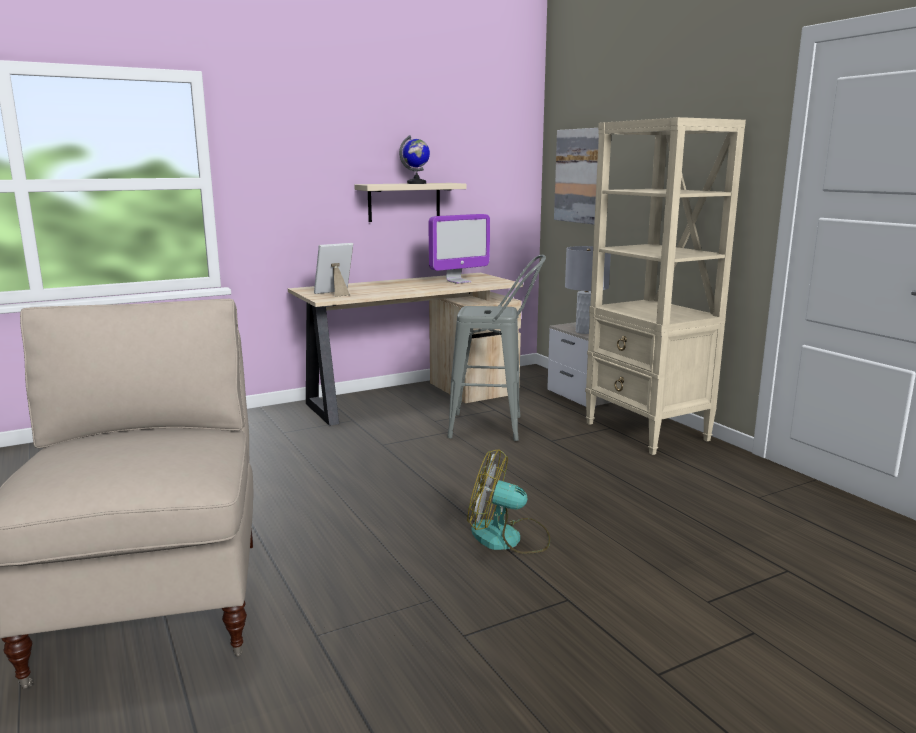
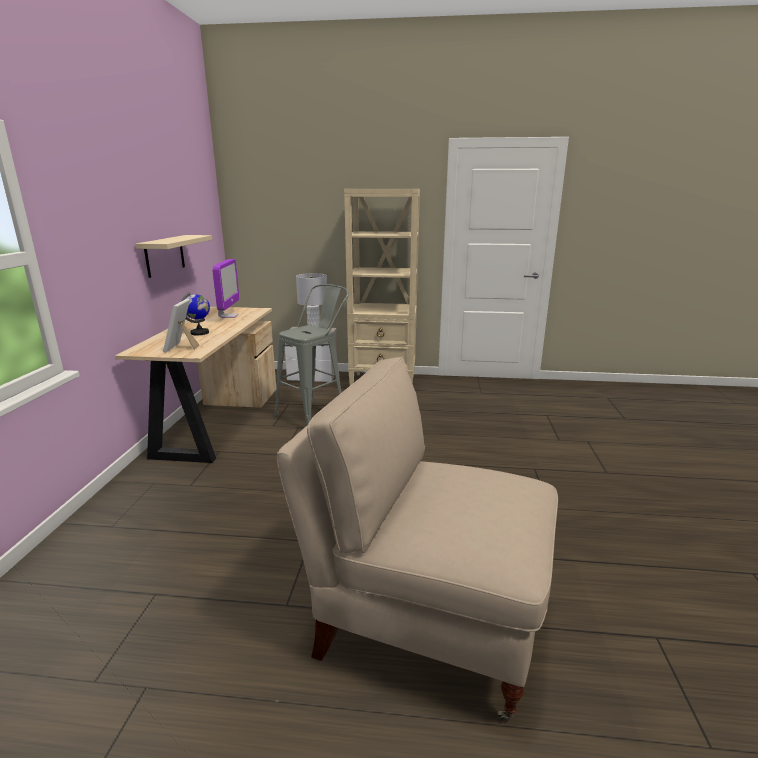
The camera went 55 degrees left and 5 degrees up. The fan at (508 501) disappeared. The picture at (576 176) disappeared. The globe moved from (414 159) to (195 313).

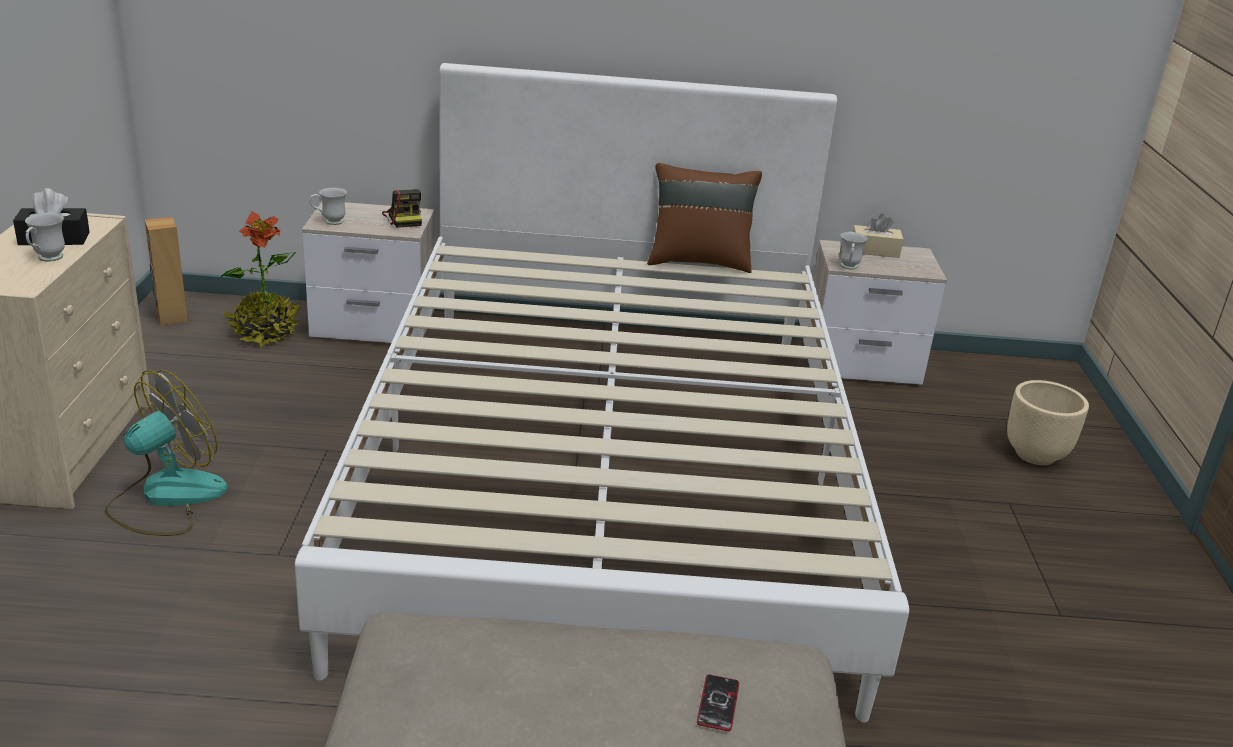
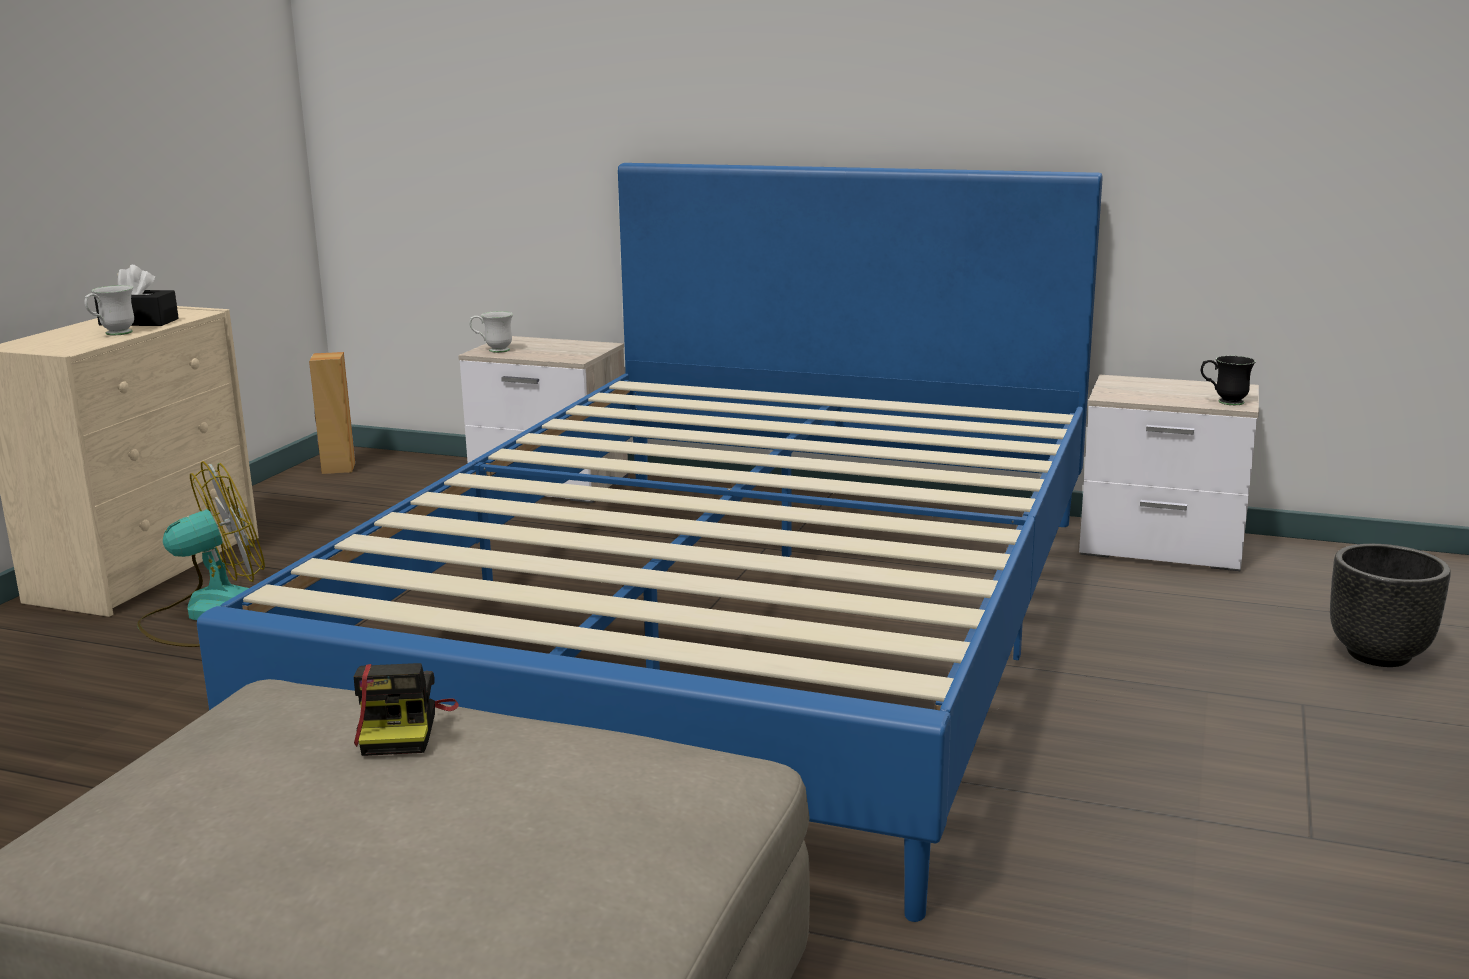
The camera went 20 degrees right and 10 degrees down. The potted plant at (260 279) disappeared. The brown pillow at (704 218) disappeared. The phone at (718 703) disappeared. The white mug at (853 250) disappeared. The beige tissue box at (878 236) disappeared. The black mug at (1228 380) appeared. The photo camera moved from (402 208) to (406 709). The white bed at (602 392) became the blue bed at (650 542). The beige planter at (1048 422) became the black planter at (1390 605).

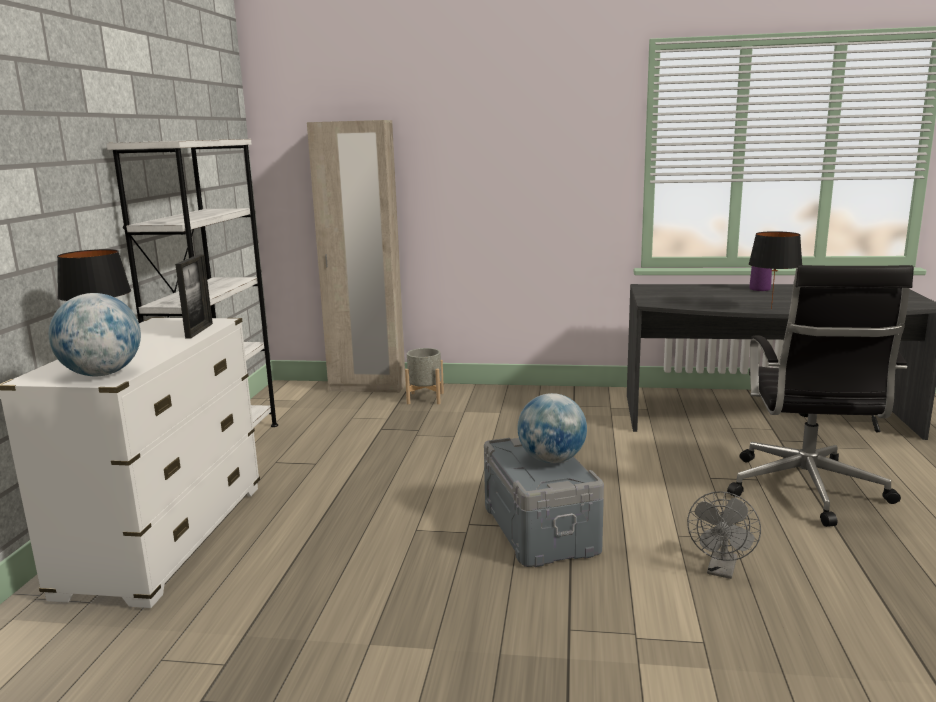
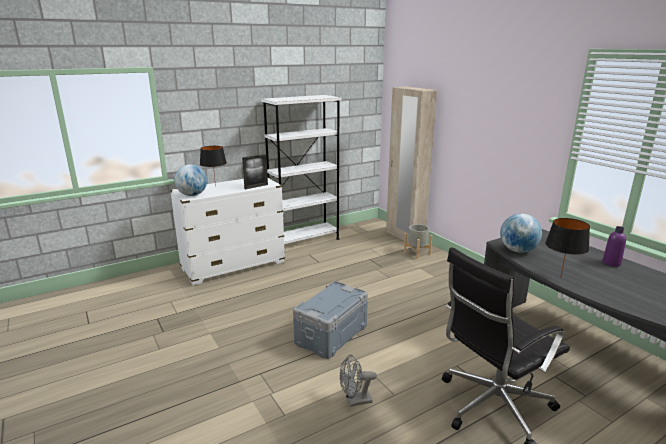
The camera went 50 degrees right and 5 degrees up. The globe moved from (552 428) to (521 233).

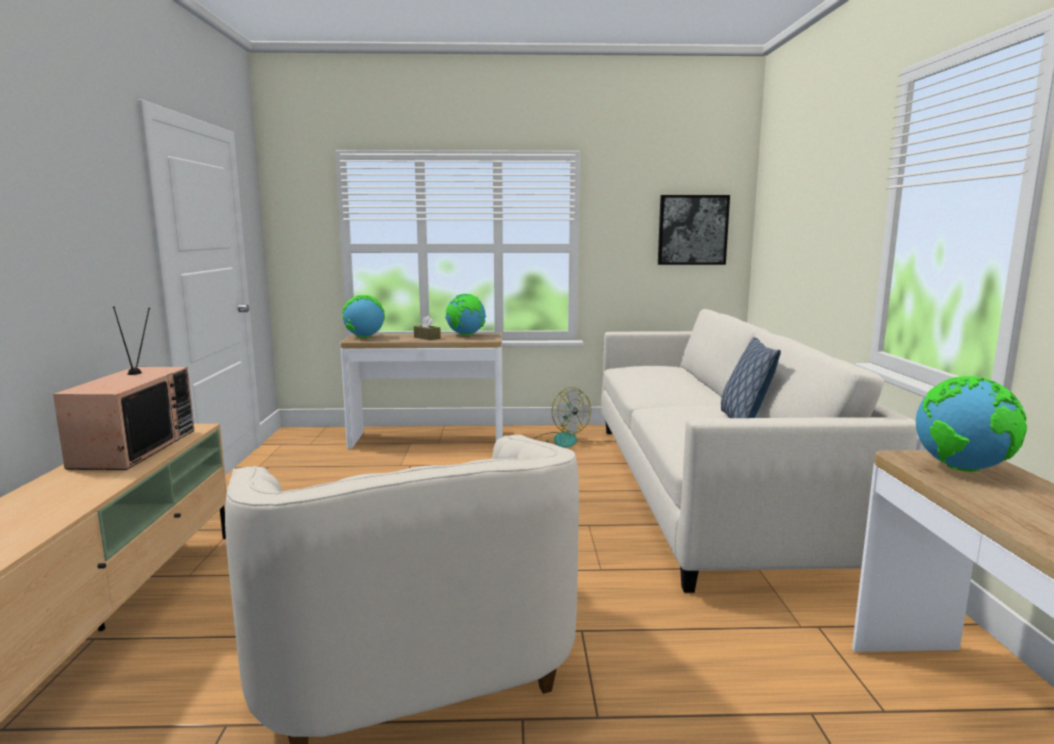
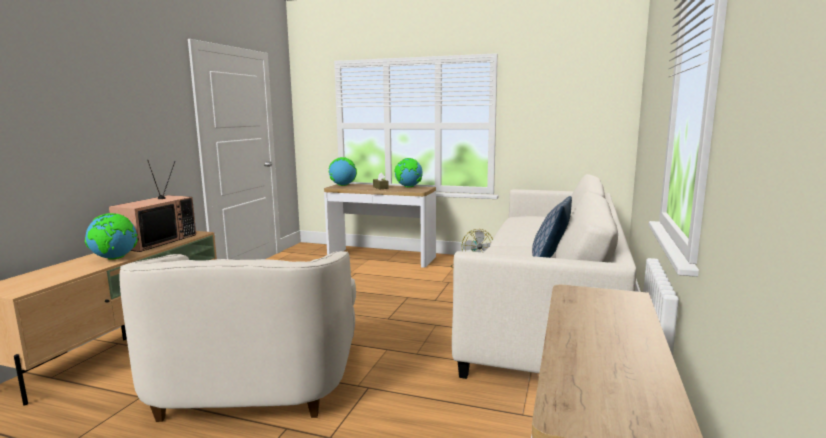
The camera went 20 degrees right and 0 degrees up. The picture at (694 230) disappeared. The globe moved from (971 424) to (111 236).

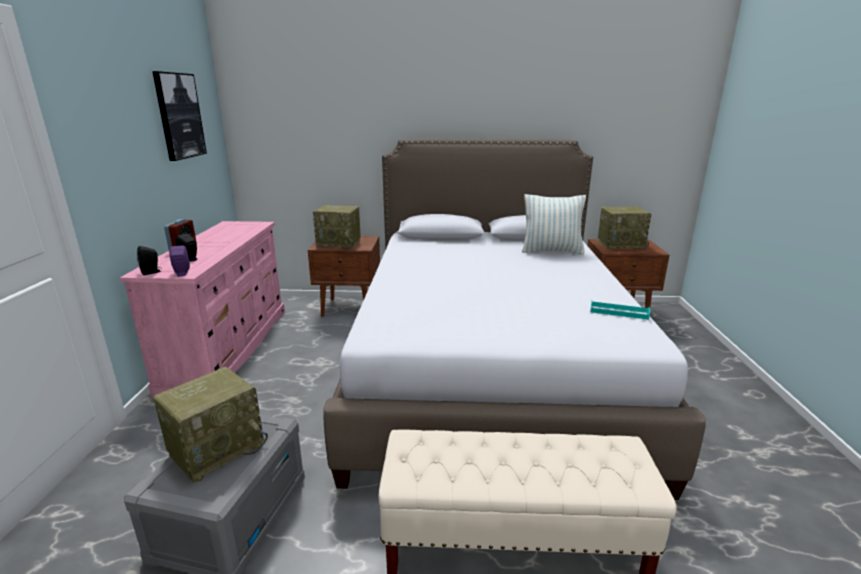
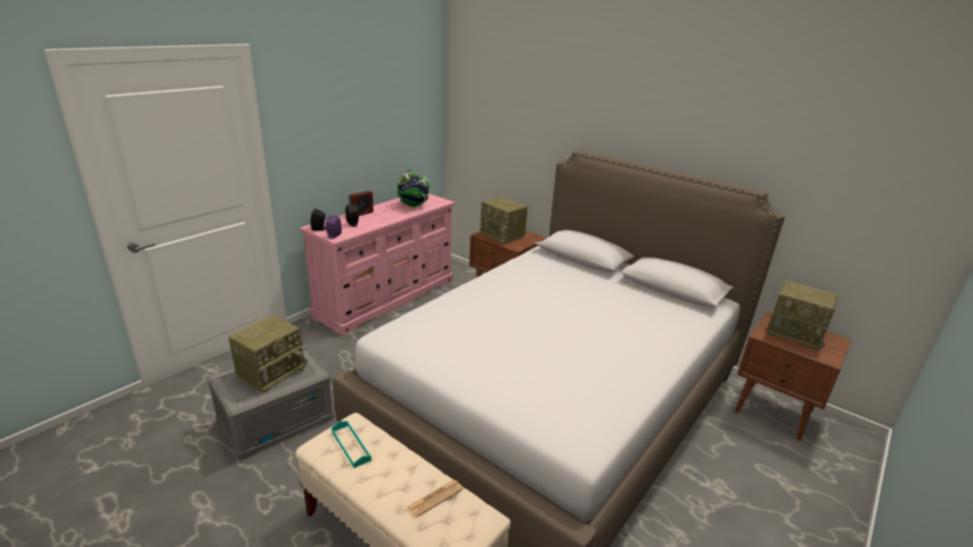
The camera went 35 degrees right and 5 degrees up. The picture at (179 116) disappeared. The pillow at (554 224) disappeared. The globe at (414 188) appeared. The newspaper at (435 498) appeared. The turquoise tray moved from (620 310) to (351 444). The radio at (210 425) turned 45 degrees counterclockwise.

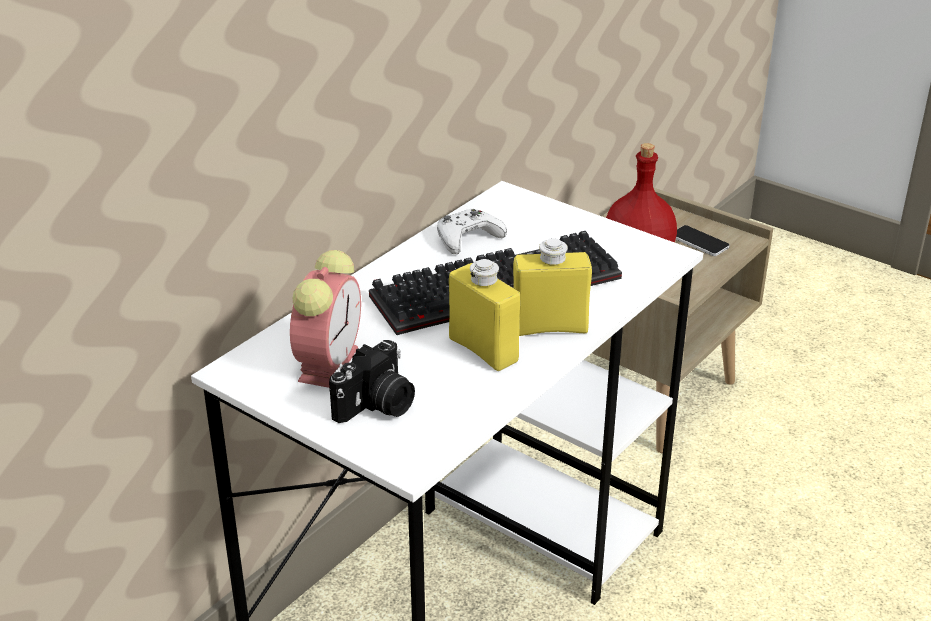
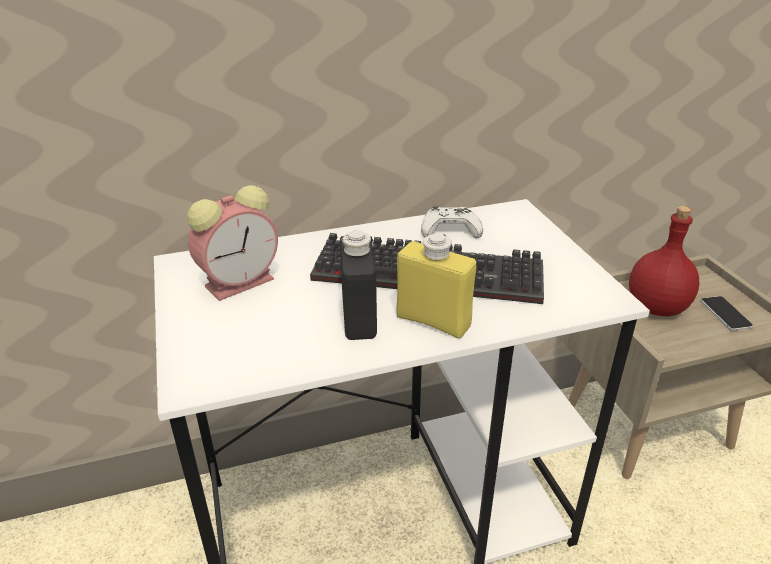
The camera went 35 degrees right and 0 degrees up. The photo camera at (372 381) disappeared. The yellow bottle at (484 315) became the black bottle at (358 285).

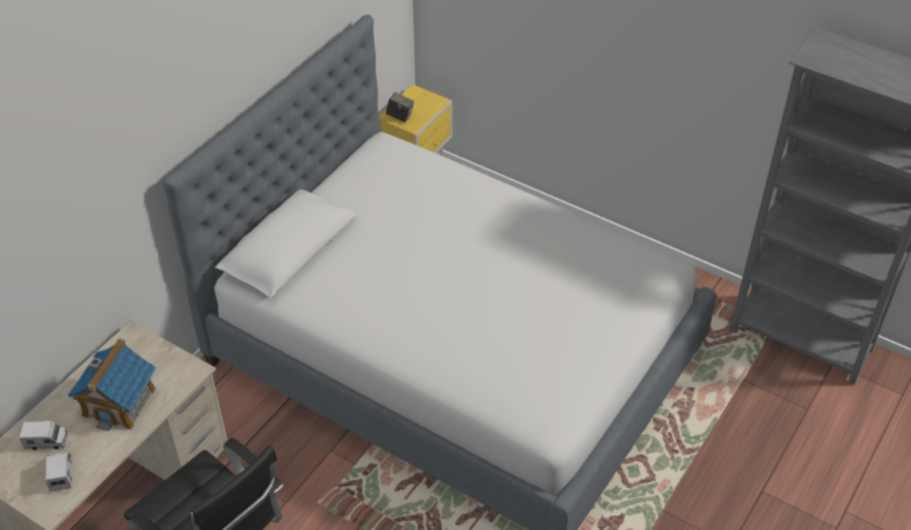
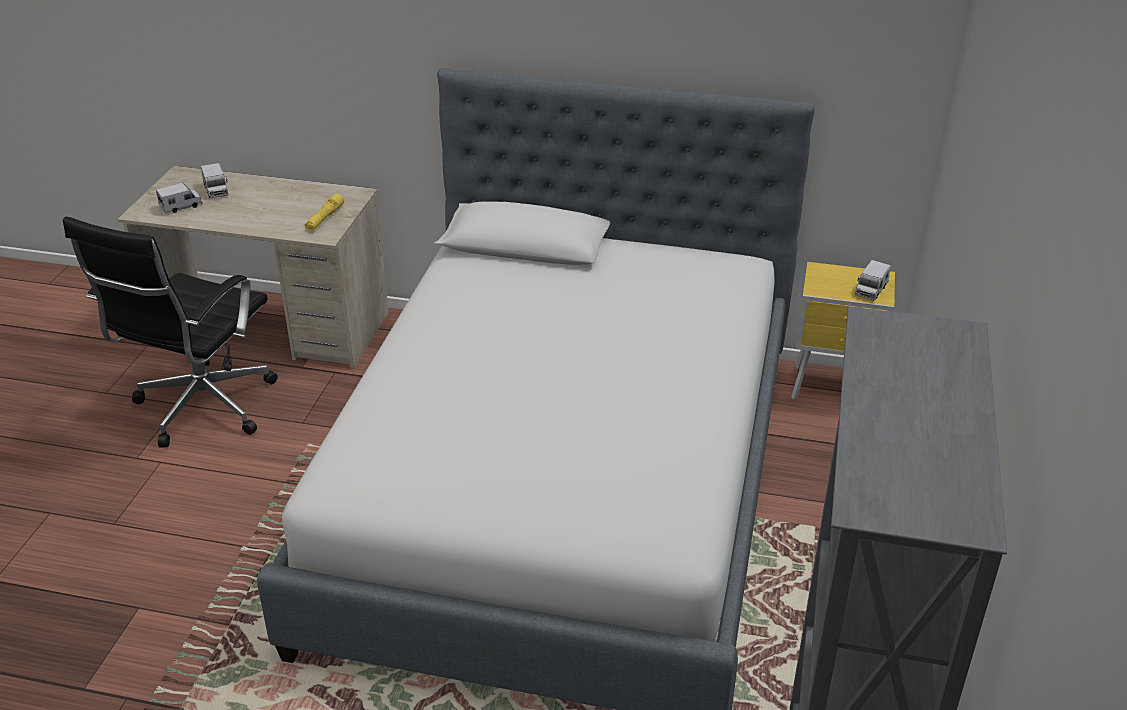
The camera went 70 degrees right and 10 degrees down. The toy house at (112 384) disappeared. The photo camera at (400 107) disappeared. The yellow flashlight at (324 212) appeared. The toy truck at (873 280) appeared.

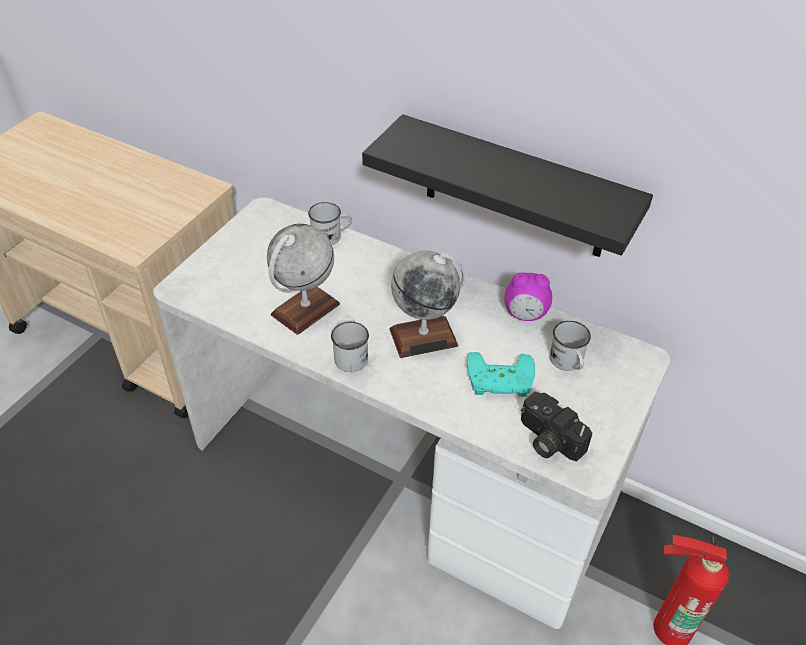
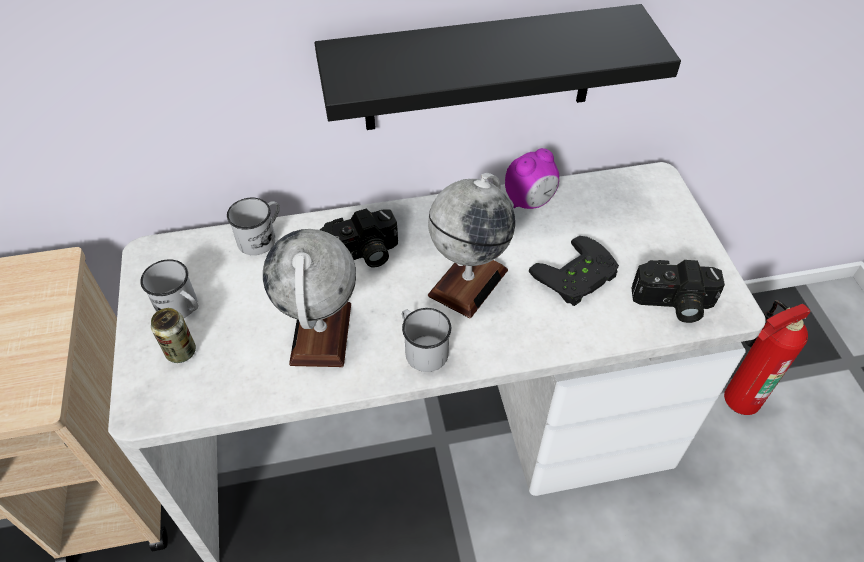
The camera went 40 degrees left and 5 degrees up. The can at (173 335) appeared. The photo camera at (359 238) appeared. The white mug moved from (570 346) to (169 288). The turquoise game controller at (501 374) became the black game controller at (574 271).

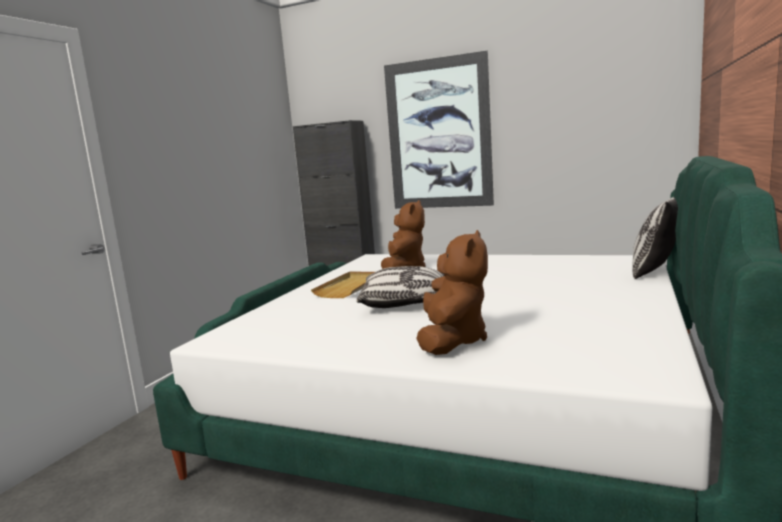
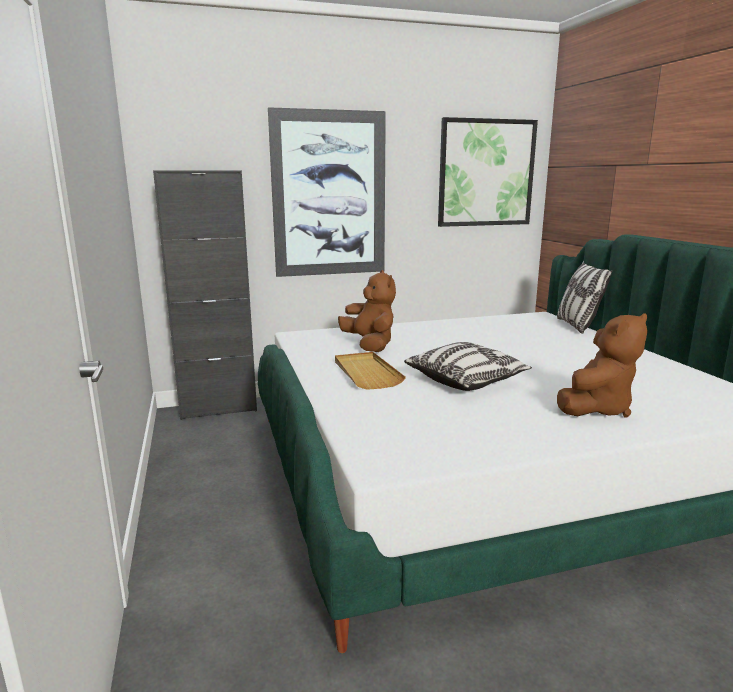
The camera went 40 degrees left and 5 degrees up. The picture at (488 172) appeared. The brown plush toy at (452 292) turned 75 degrees clockwise.

